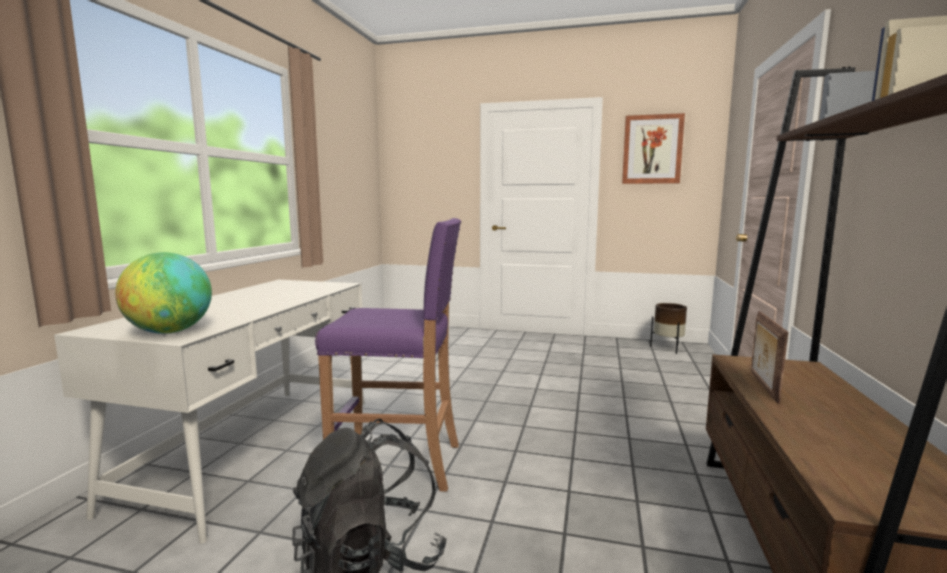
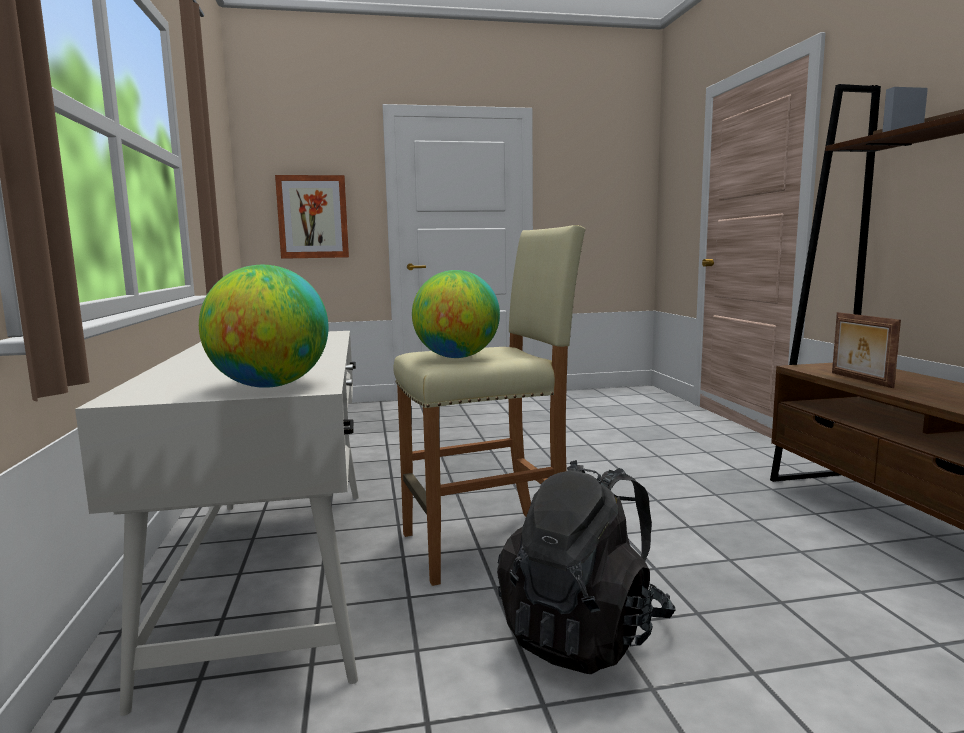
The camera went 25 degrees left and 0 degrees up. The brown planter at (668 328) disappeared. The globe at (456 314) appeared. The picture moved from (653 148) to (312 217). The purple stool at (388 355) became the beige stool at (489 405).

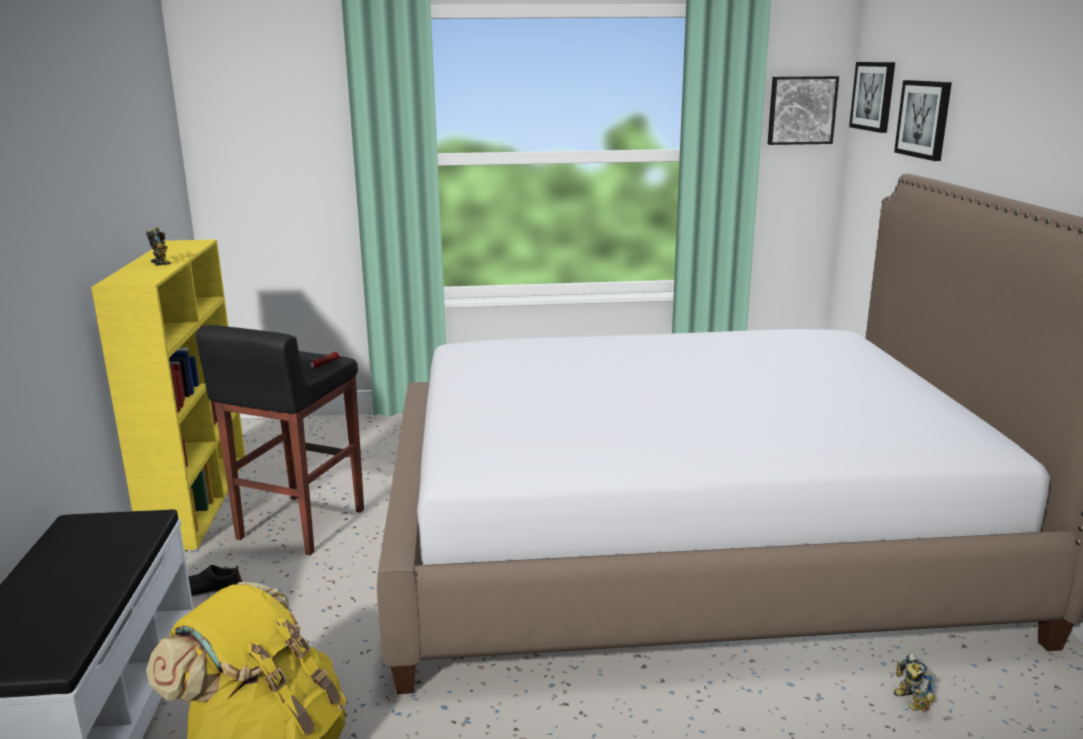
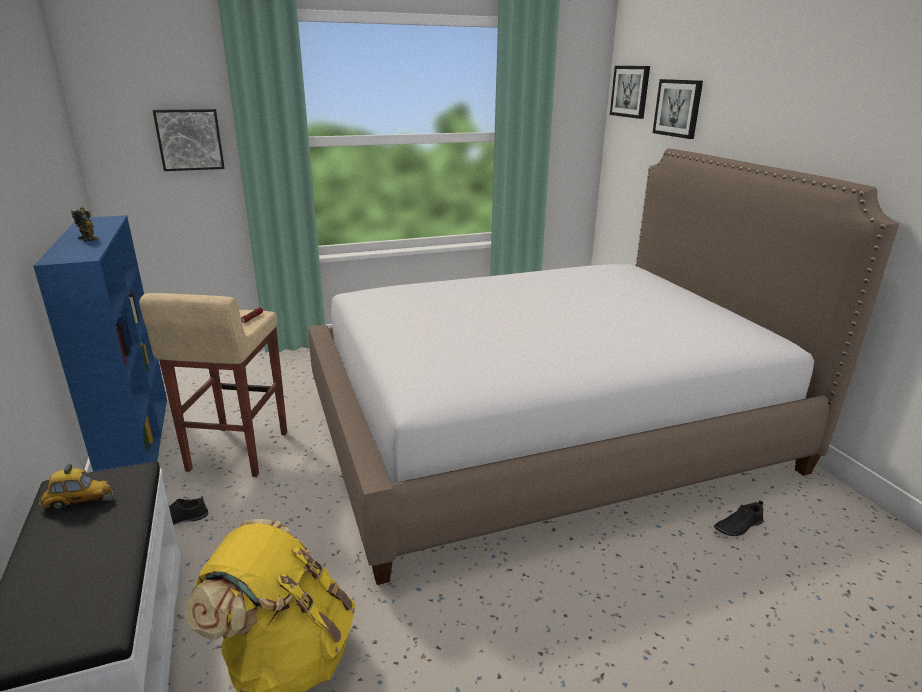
The camera went 15 degrees left and 5 degrees up. The toy car at (76 487) appeared. The picture moved from (803 110) to (189 140). The toy robot at (915 682) was replaced by the black shoe at (739 518). The yellow bookcase at (168 394) became the blue bookcase at (100 343). The black stool at (280 440) became the beige stool at (213 385).

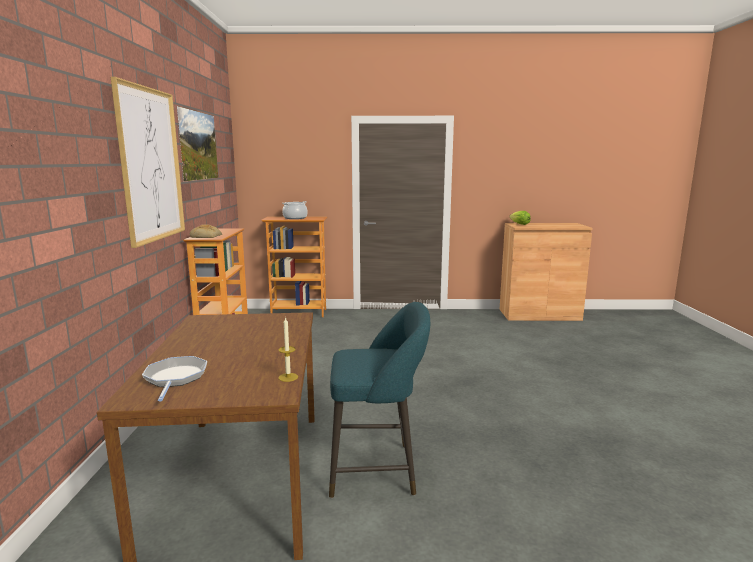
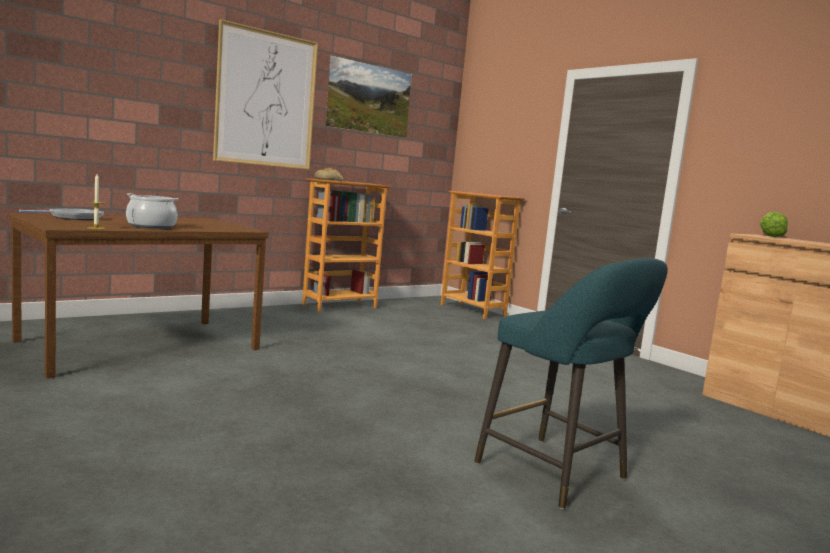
The camera went 50 degrees right and 5 degrees down. The cooking pot moved from (295 210) to (152 211). The turquoise stool moved from (379 400) to (571 383).

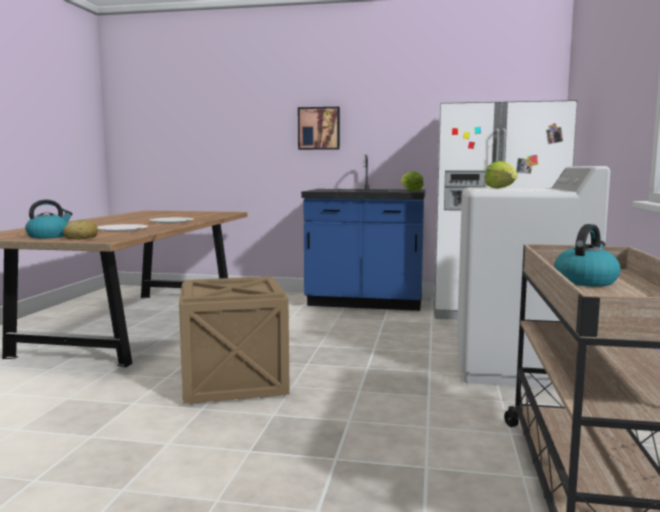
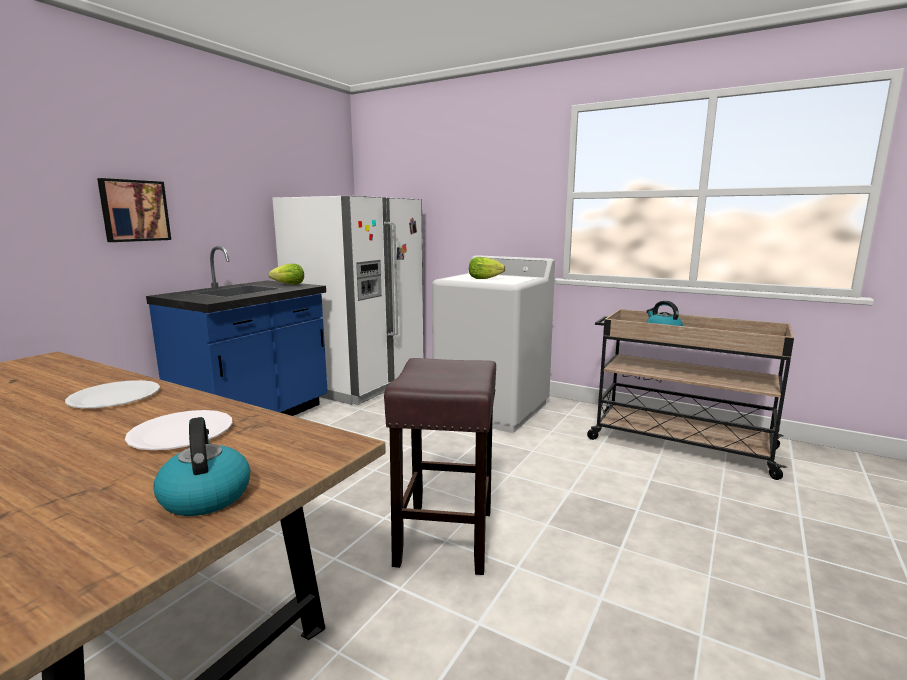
The camera went 70 degrees left and 5 degrees up. The bread at (80 229) disappeared. The crate at (234 340) was replaced by the brown stool at (440 466).

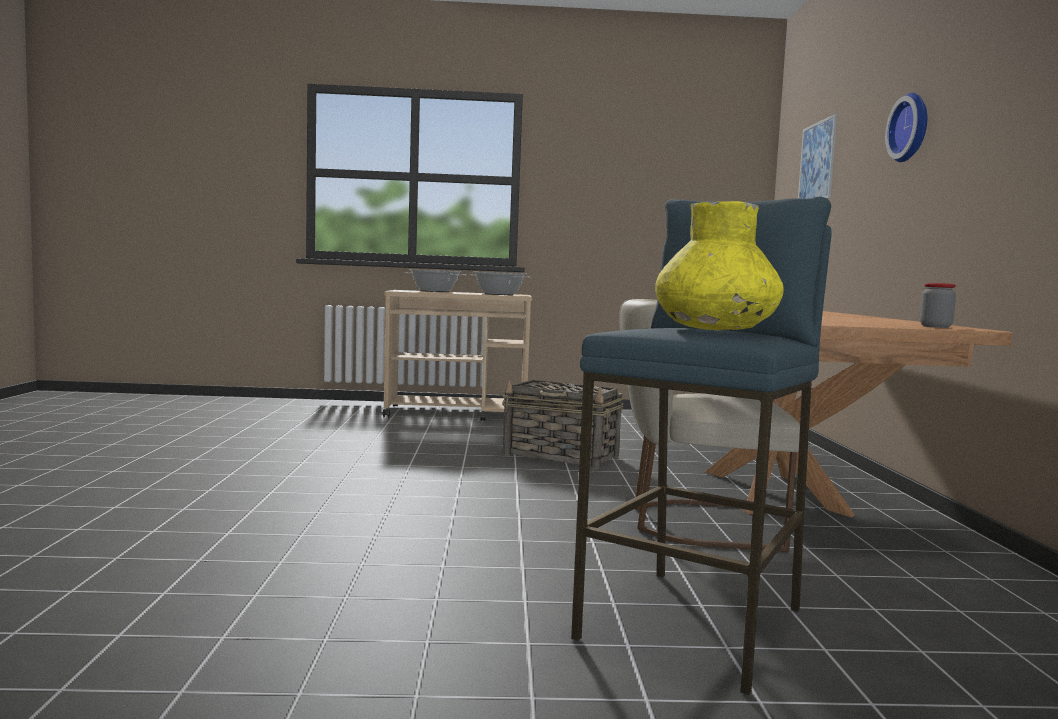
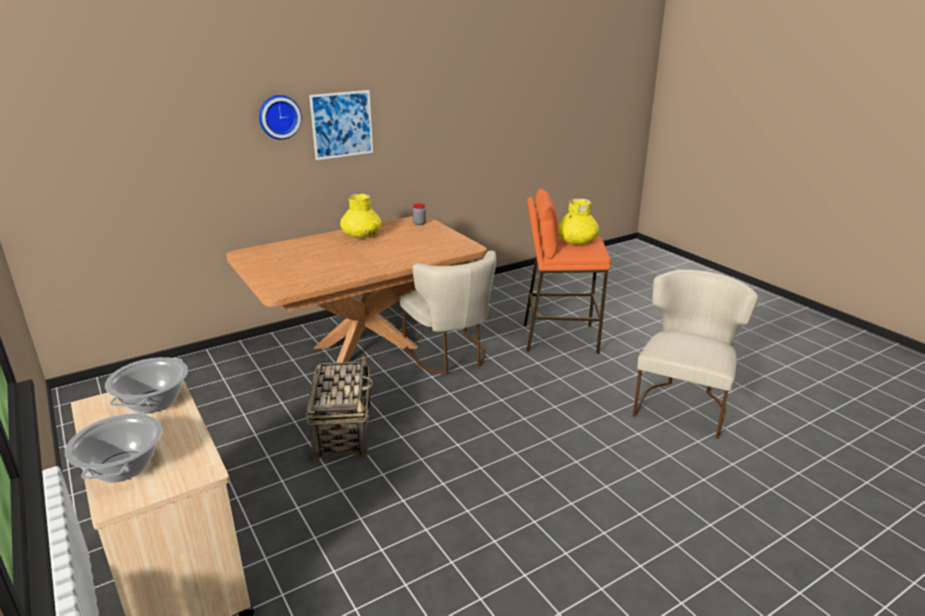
The camera went 120 degrees left and 20 degrees up. The yellow vase at (360 216) appeared. The beige chair at (695 354) appeared. The picture moved from (817 156) to (341 125). The blue stool at (701 446) became the orange stool at (567 271).

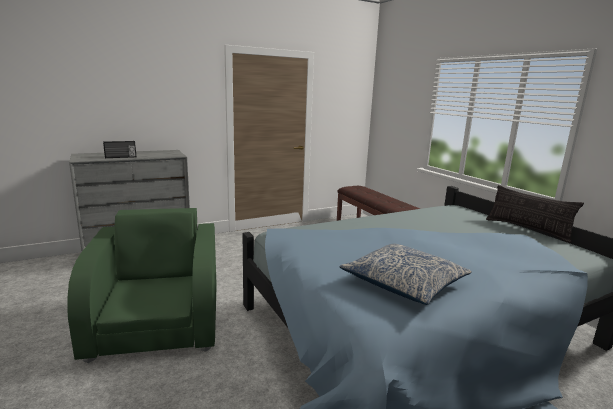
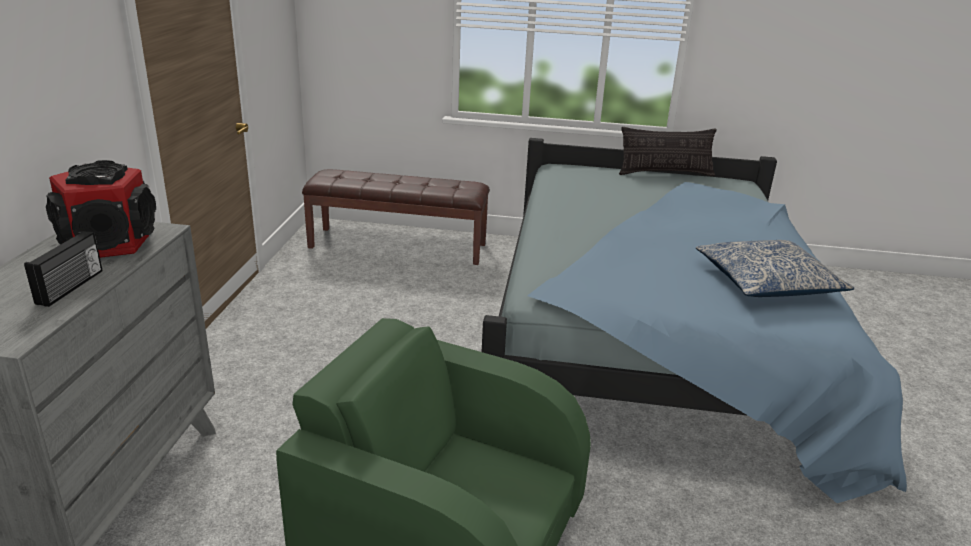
The camera went 55 degrees left and 10 degrees up. The speaker at (101 209) appeared.

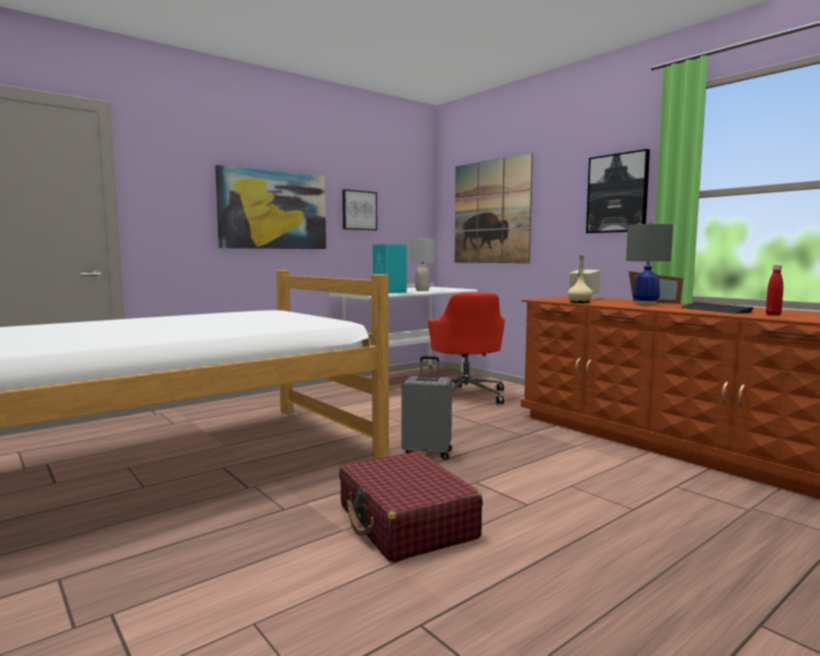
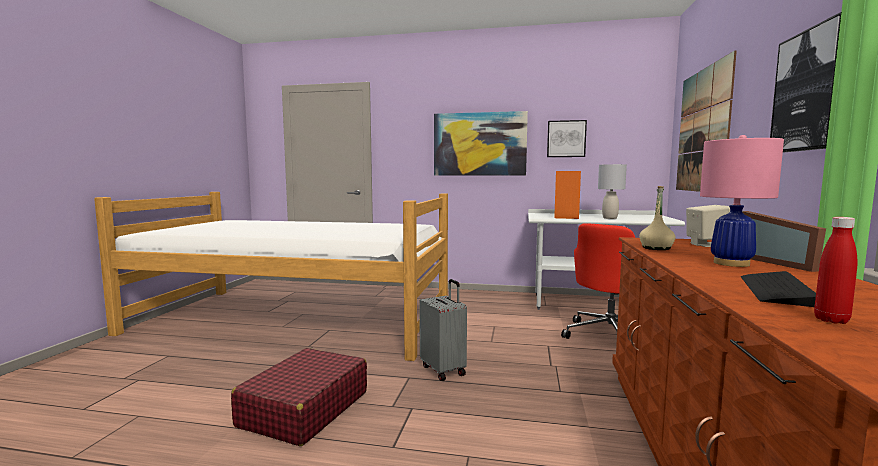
The camera went 50 degrees right and 0 degrees up. The turquoise speaker at (390 268) became the orange speaker at (567 195). The grey table lamp at (649 263) became the pink table lamp at (742 201).

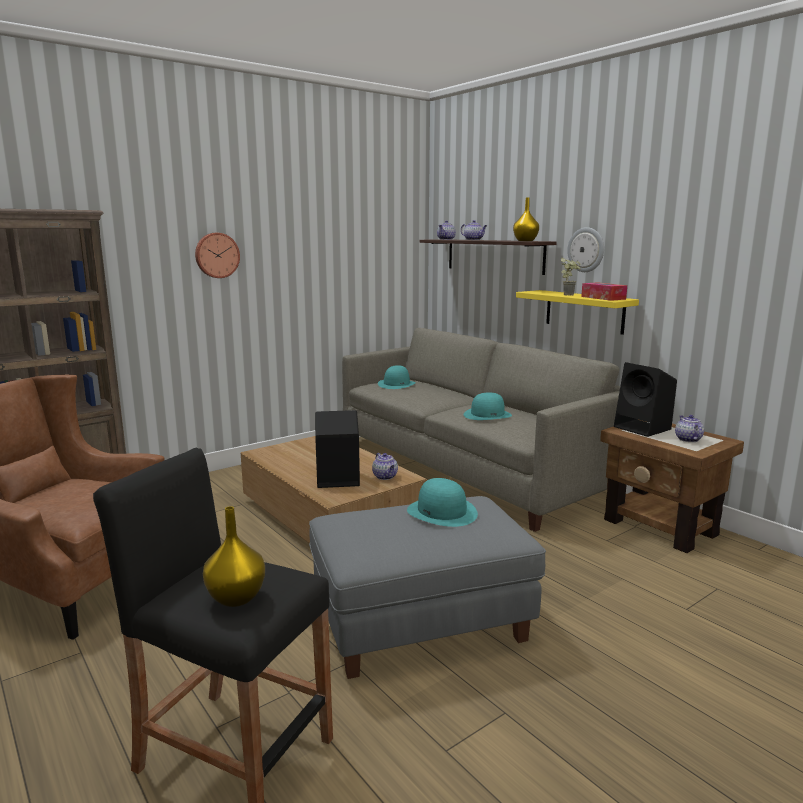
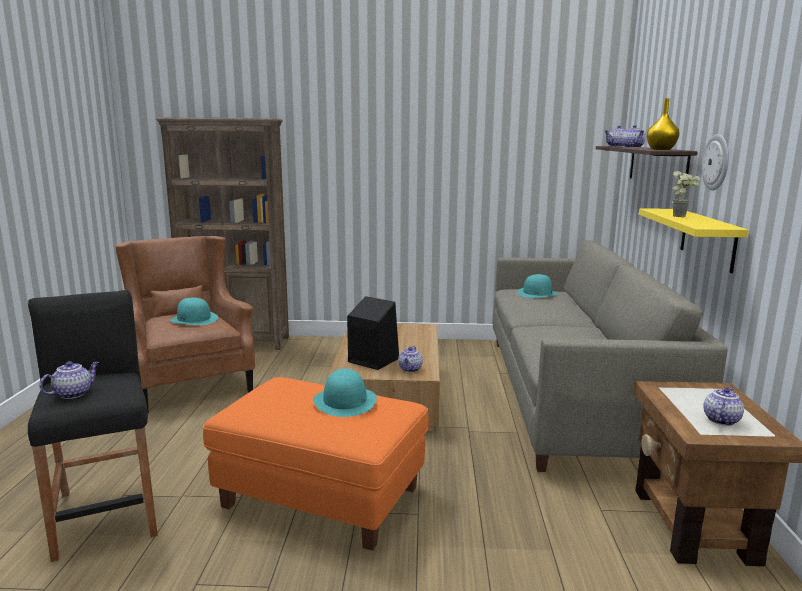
The camera went 40 degrees right and 0 degrees up. The wall clock at (217 255) disappeared. The tissue box at (604 292) disappeared. The black speaker at (645 399) disappeared. The turquoise hat moved from (488 406) to (194 311). The yellow vase at (234 556) was replaced by the teapot at (69 380). The grey ottoman at (427 587) became the orange ottoman at (316 464).

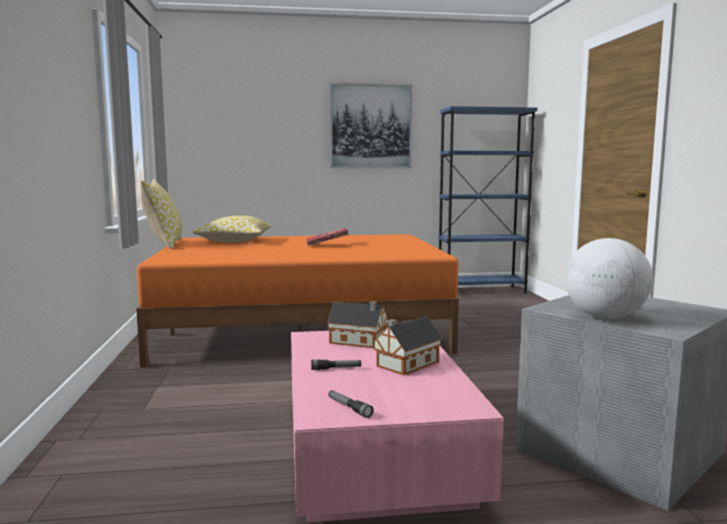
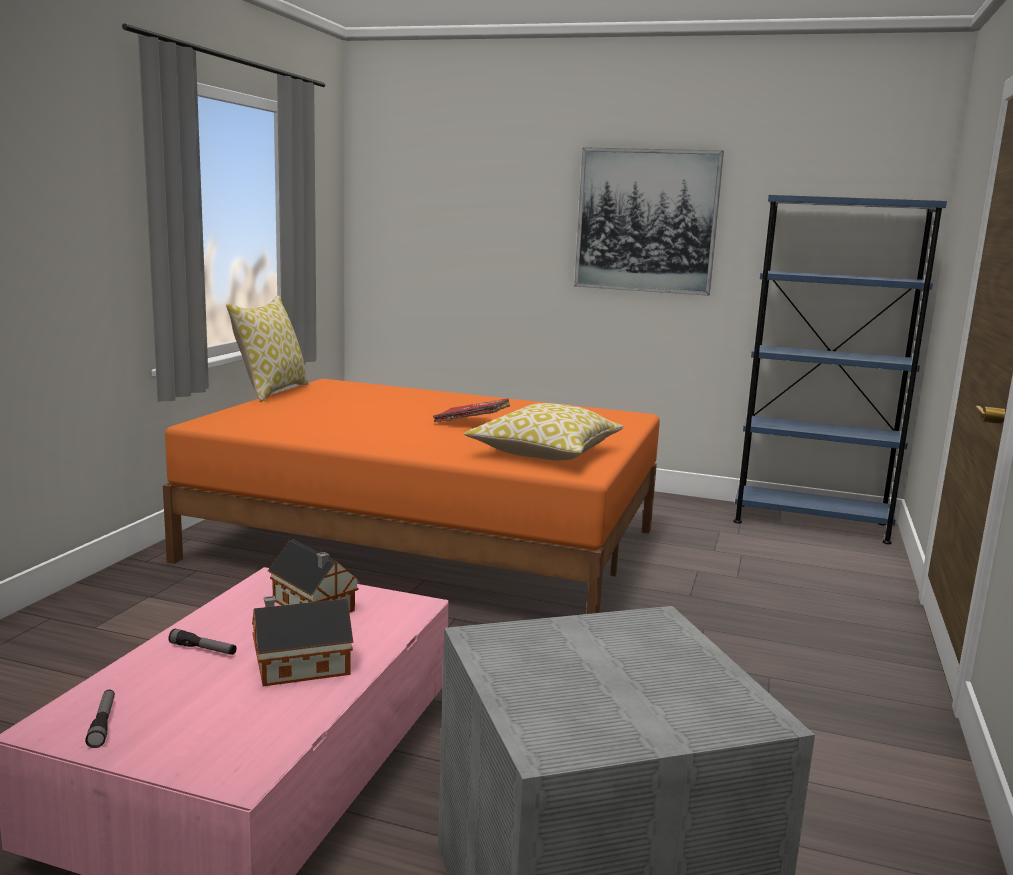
The camera went 25 degrees right and 5 degrees up. The globe at (609 278) disappeared. The pillow moved from (232 229) to (544 432).

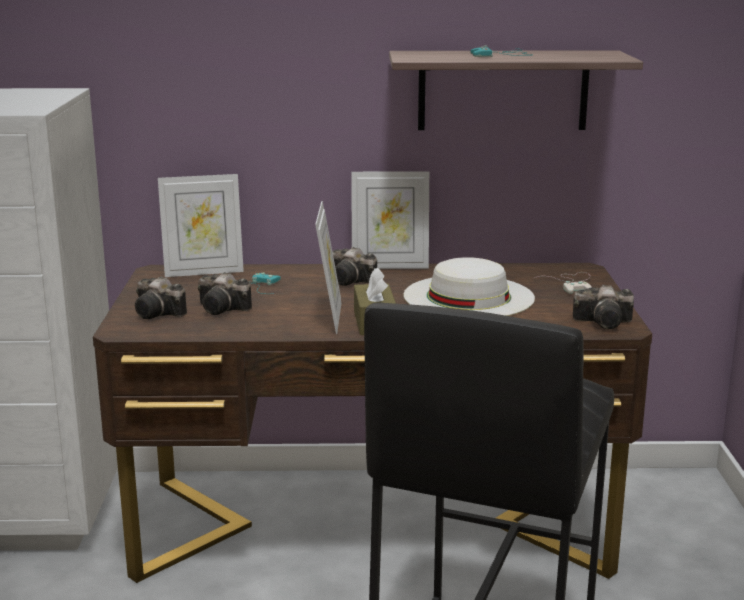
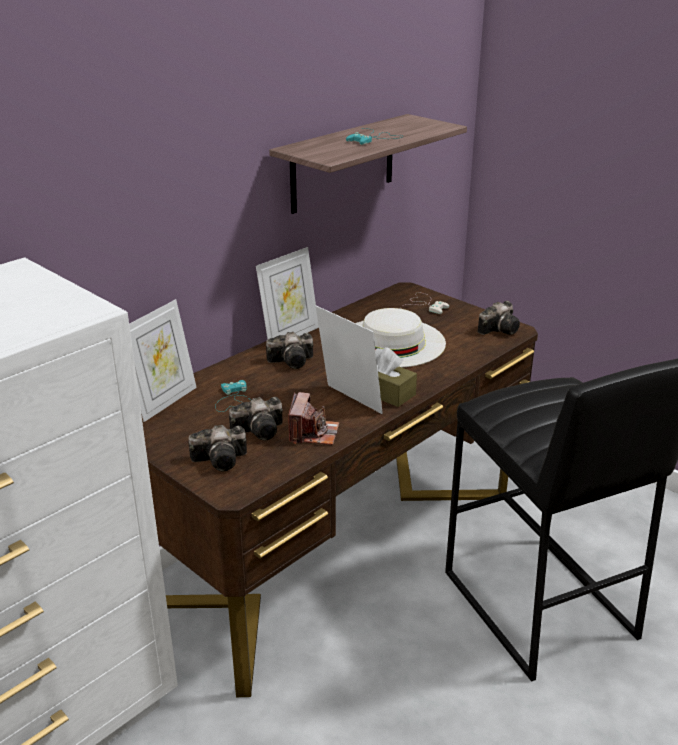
The camera went 45 degrees left and 10 degrees up. The photo camera at (313 418) appeared.

